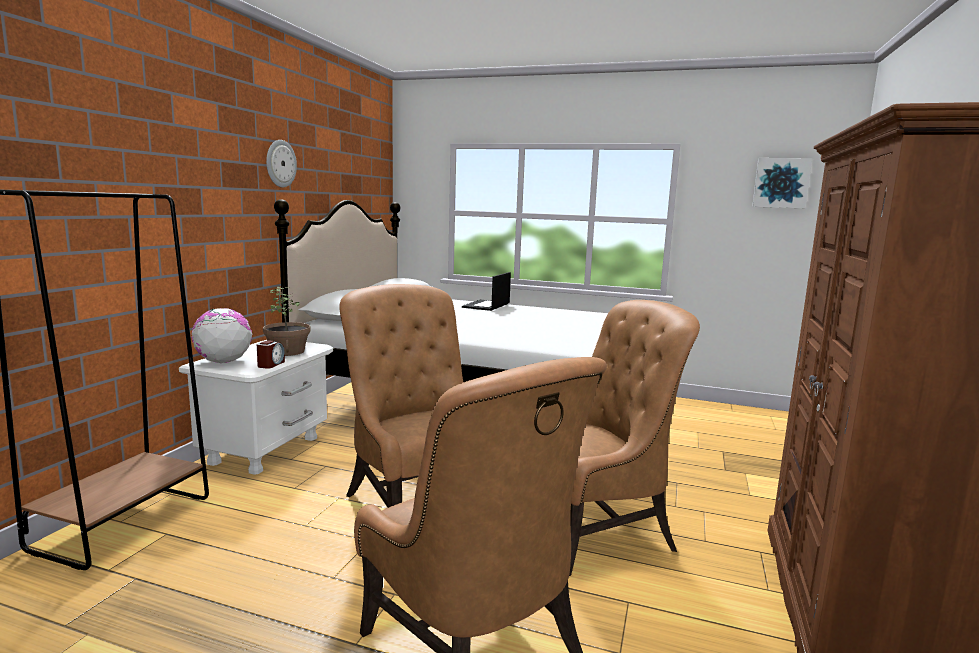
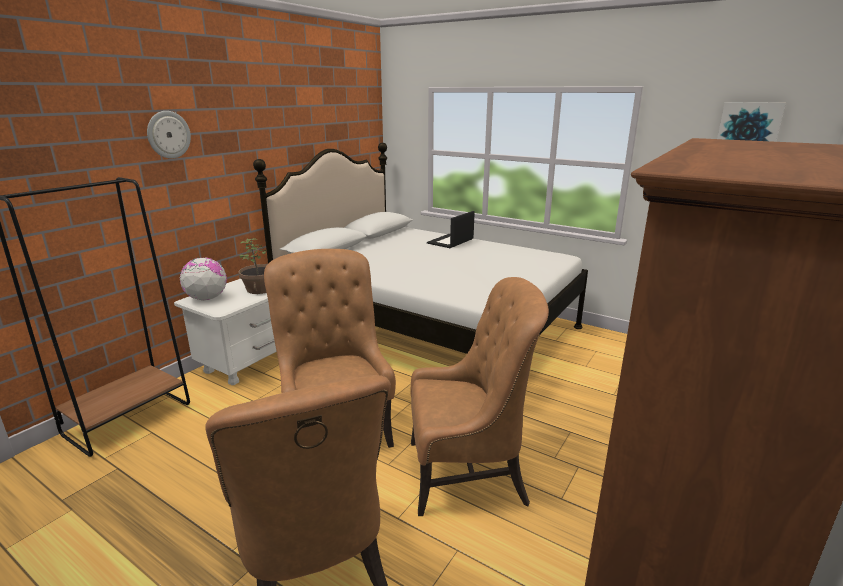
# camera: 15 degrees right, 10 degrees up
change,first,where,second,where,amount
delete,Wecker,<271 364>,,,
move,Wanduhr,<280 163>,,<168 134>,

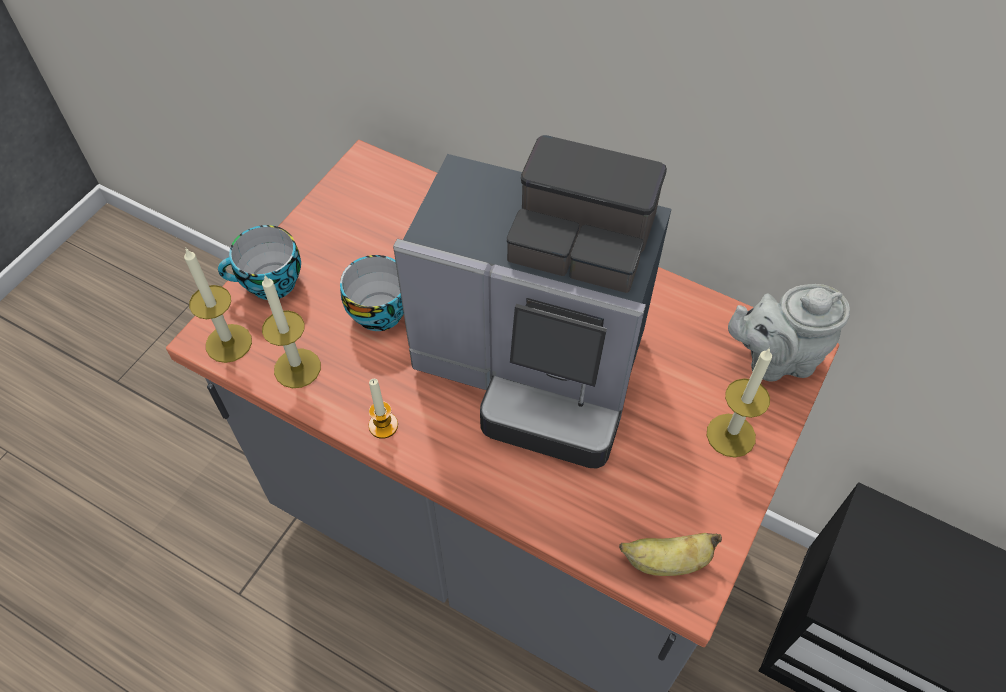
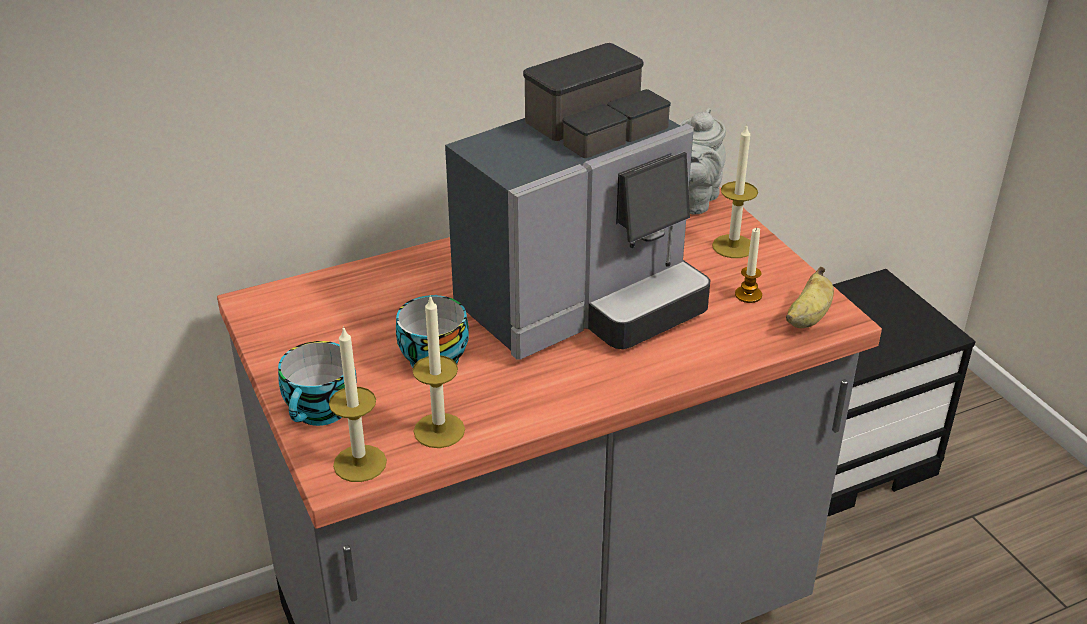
# camera: 55 degrees left, 20 degrees down
change,first,where,second,where,amount
move,Kerze,<383 425>,,<748 295>,

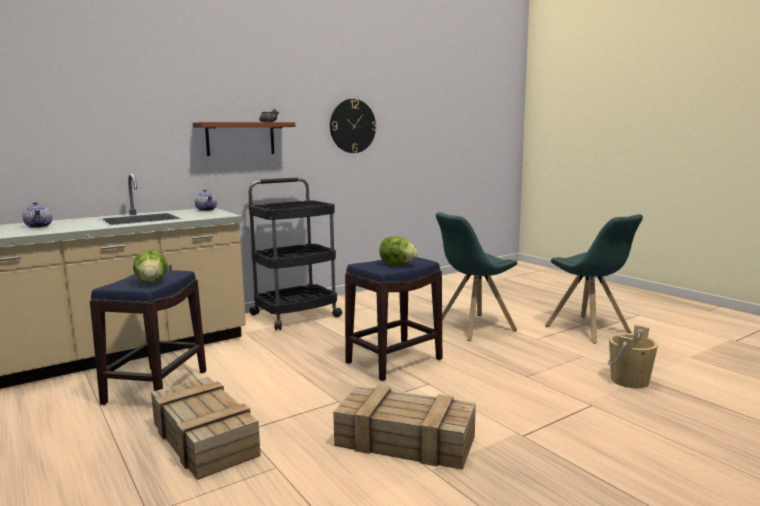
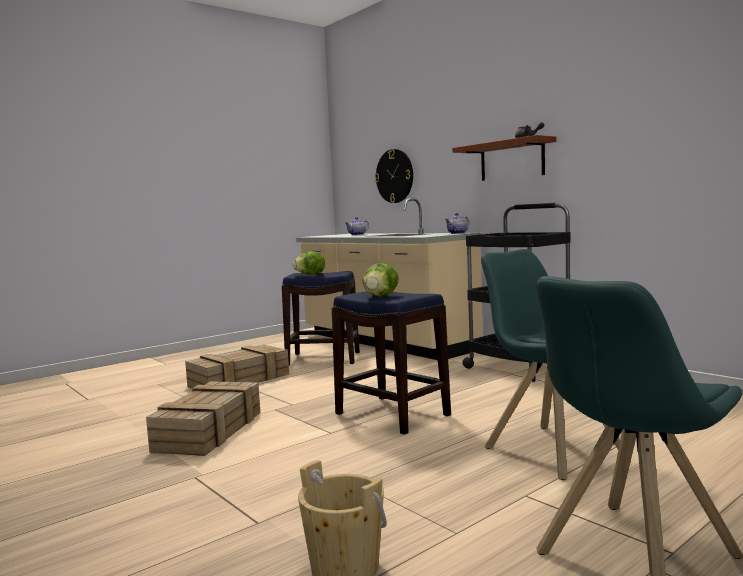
# camera: 85 degrees right, 5 degrees down
change,first,where,second,where,amount
move,Wanduhr,<352 126>,,<394 176>,

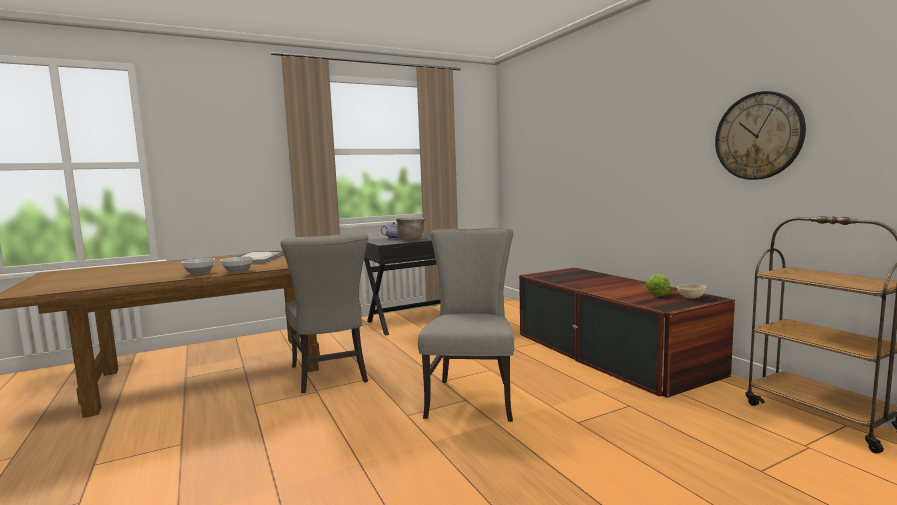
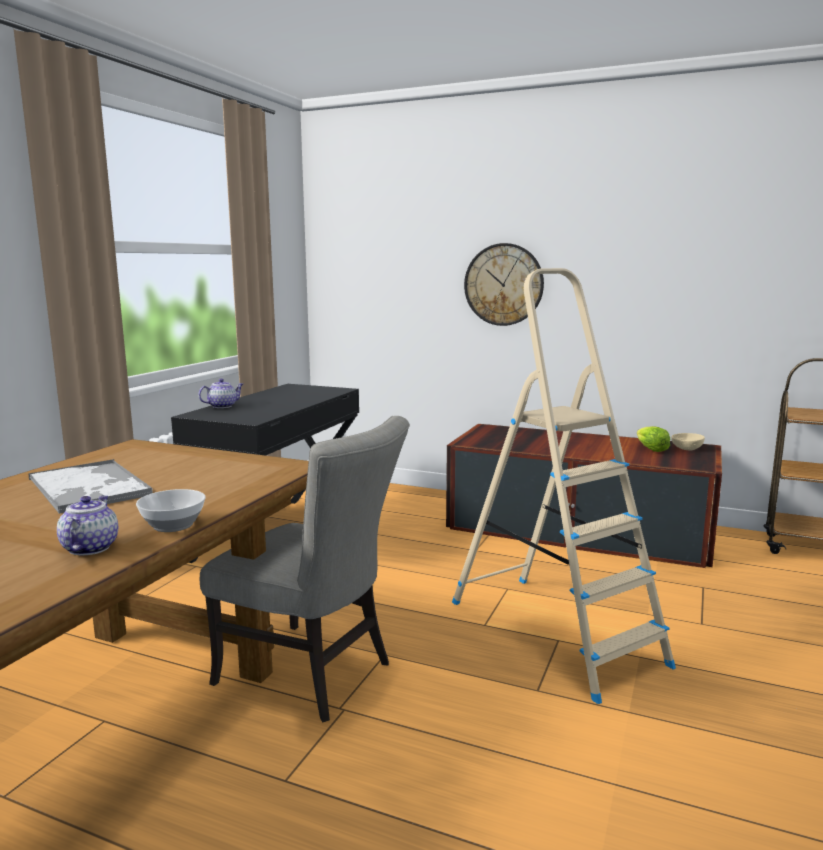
# camera: 40 degrees left, 5 degrees up
change,first,where,second,where,amount
replace,Schüssel,<200 273>,Teekanne,<90 547>,
delete,Kochtopf [braun],<411 239>,,,
replace,Stuhl [grau],<472 396>,Trittleiter [beige],<555 632>,
move,Wanduhr,<758 136>,,<503 284>,

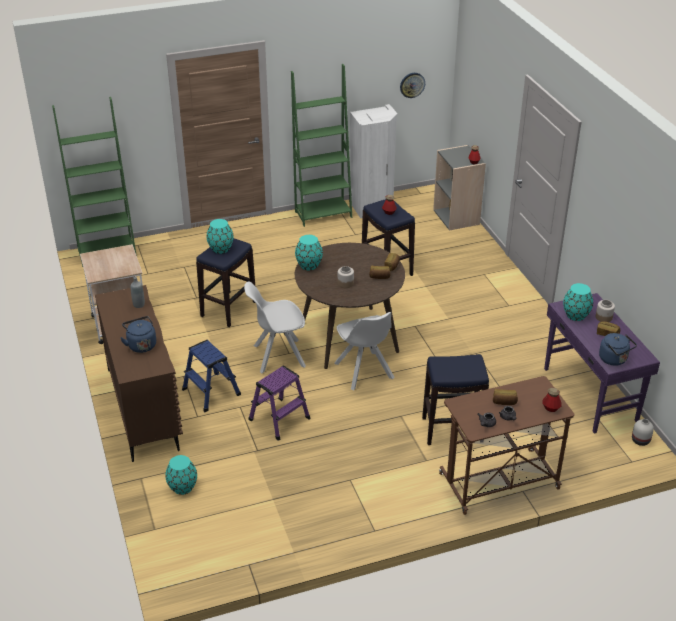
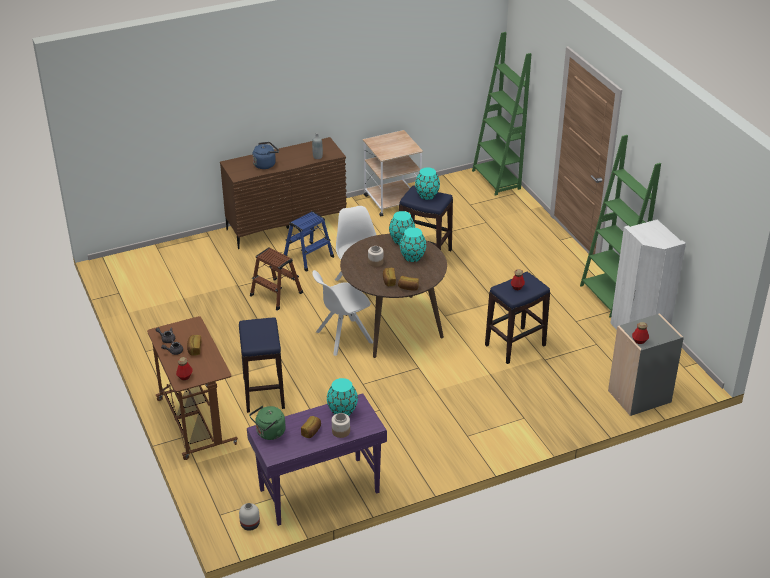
# camera: 85 degrees right, 0 degrees up
change,first,where,second,where,amount
move,Vase [türkis],<182 487>,,<412 257>,
recolor,Trittleiter [lila],<279 418>,Trittleiter [braun],<276 294>,
delete,Wanduhr,<412 85>,,,
recolor,Wasserkessel [blau],<614 359>,Wasserkessel [grün],<269 433>,

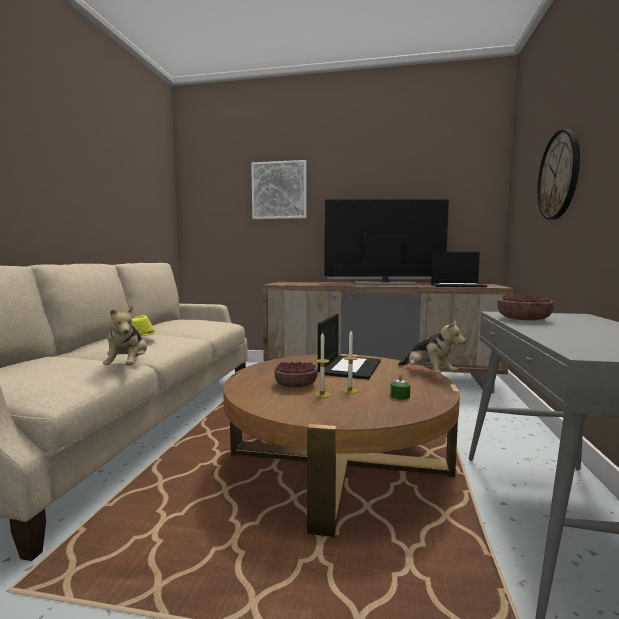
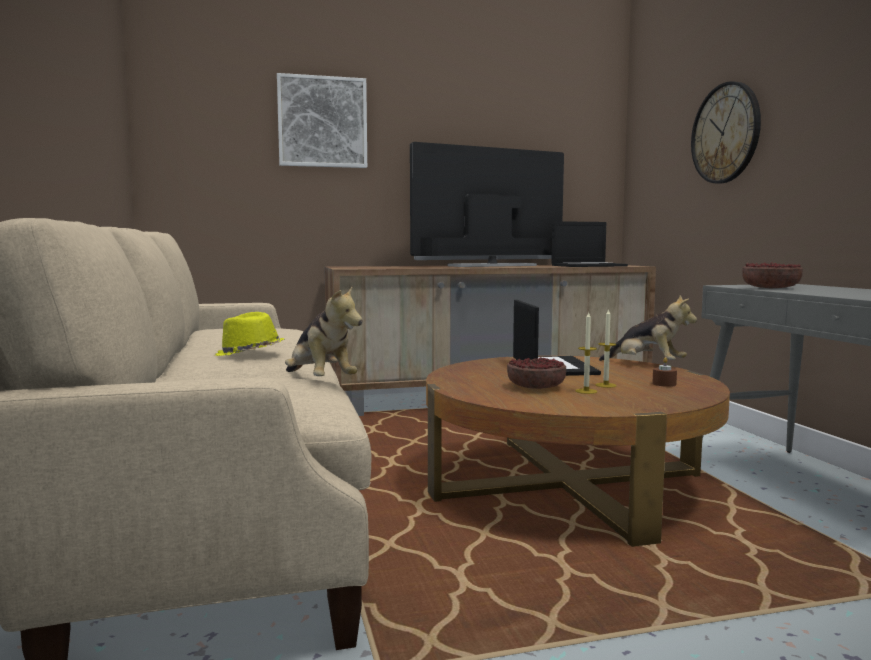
# camera: 25 degrees left, 0 degrees up
change,first,where,second,where,amount
recolor,Kerze [grün],<400 396>,Kerze [braun],<664 384>,

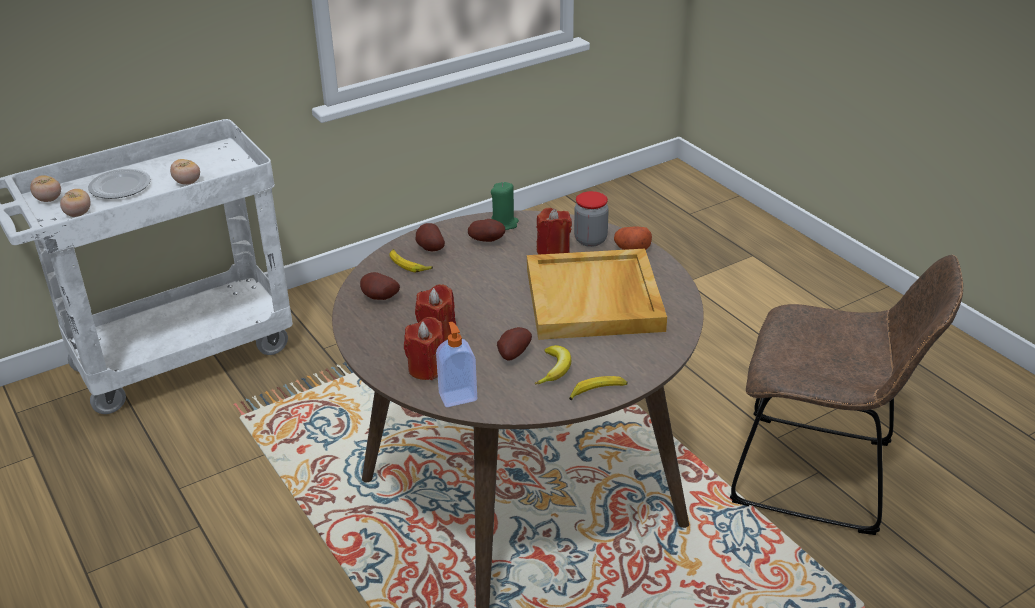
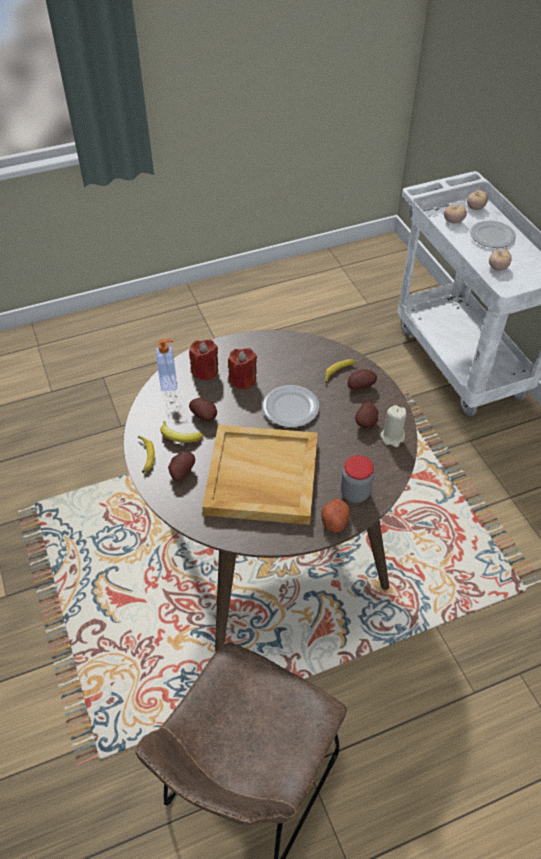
# camera: 100 degrees right, 15 degrees up
change,first,where,second,where,amount
move,Kartoffel,<379 298>,,<181 472>,
recolor,Kerze [grün],<504 224>,Kerze [beige],<392 437>,
delete,Kerze [rot],<553 251>,,,
insert,,,Teller,<290 409>,

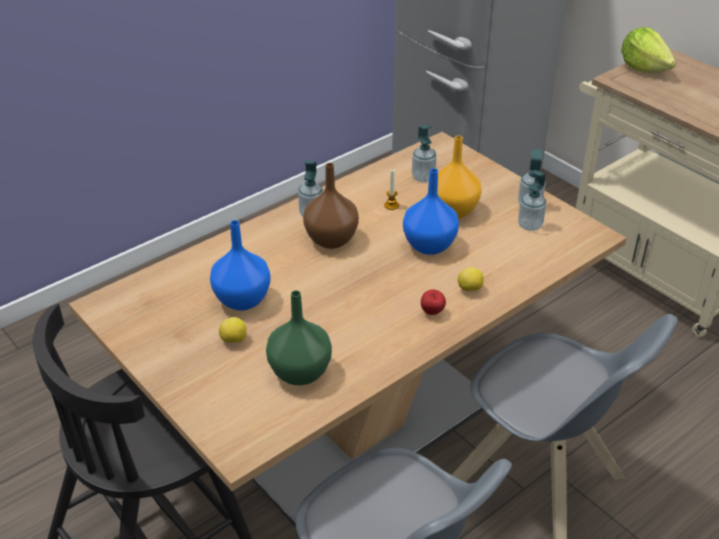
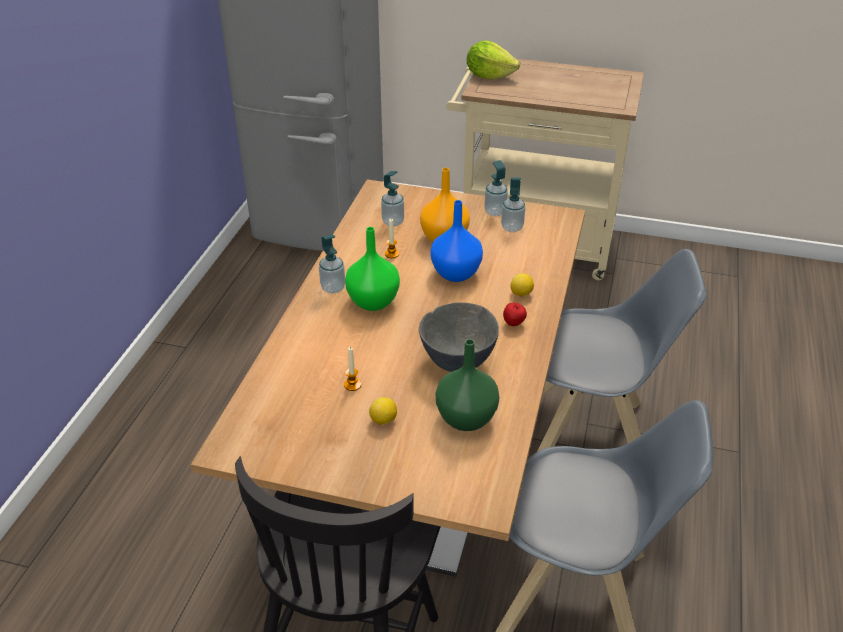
# camera: 35 degrees left, 0 degrees up
change,first,where,second,where,amount
replace,Vase [blau],<241 300>,Kerze,<352 385>,
recolor,Vase [braun],<331 240>,Vase [grün],<373 302>,
insert,,,Schüssel [grau],<457 362>,

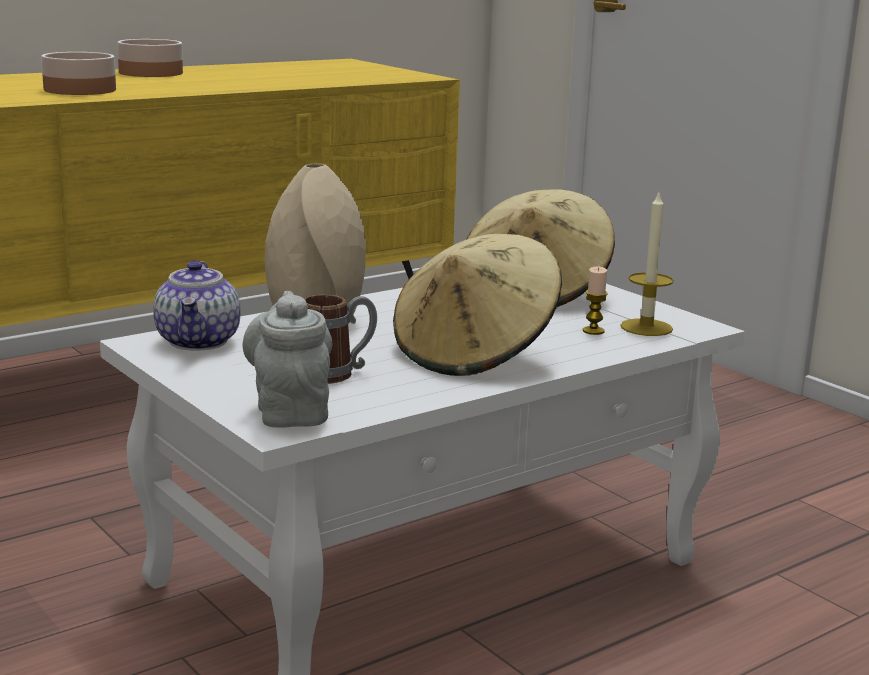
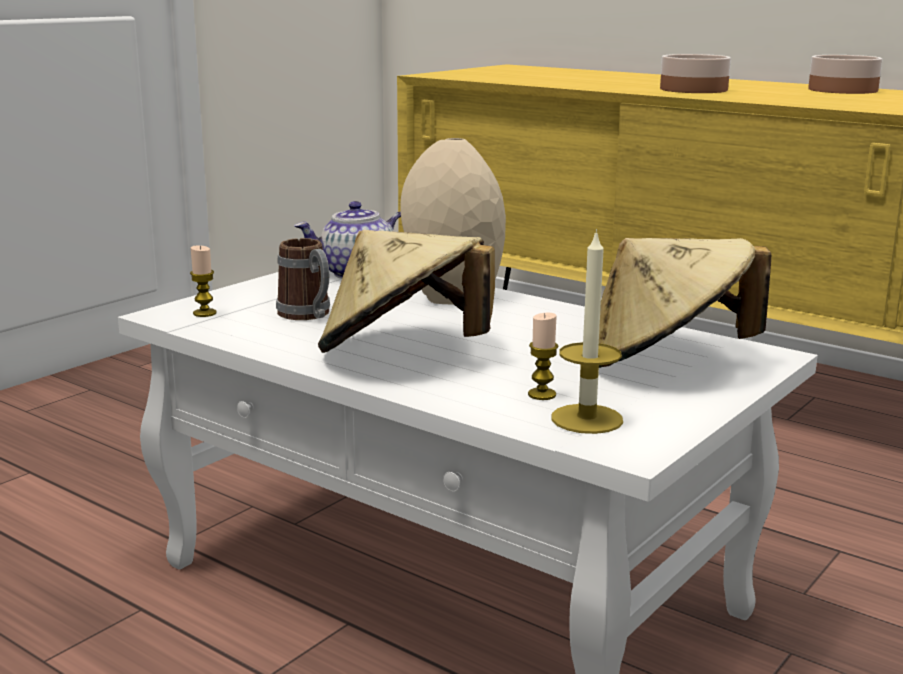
# camera: 75 degrees right, 0 degrees up
change,first,where,second,where,amount
replace,Teekanne [grau],<290 411>,Kerze,<204 313>,

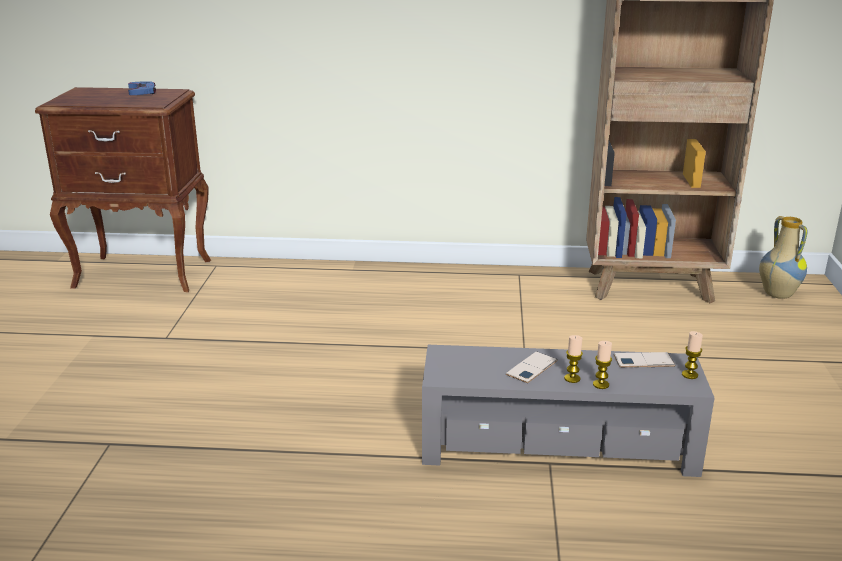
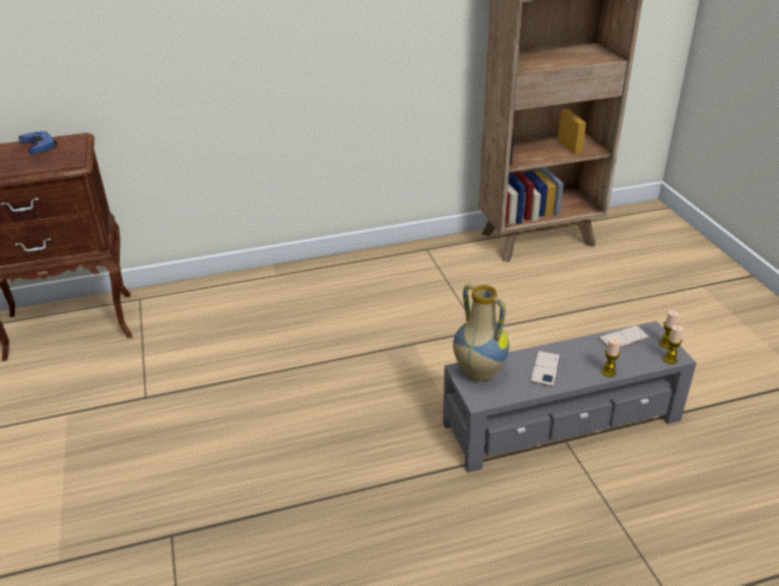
# camera: 20 degrees left, 10 degrees up
change,first,where,second,where,amount
move,Kerze,<572 378>,,<670 359>,
move,Vase,<776 294>,,<477 373>,

